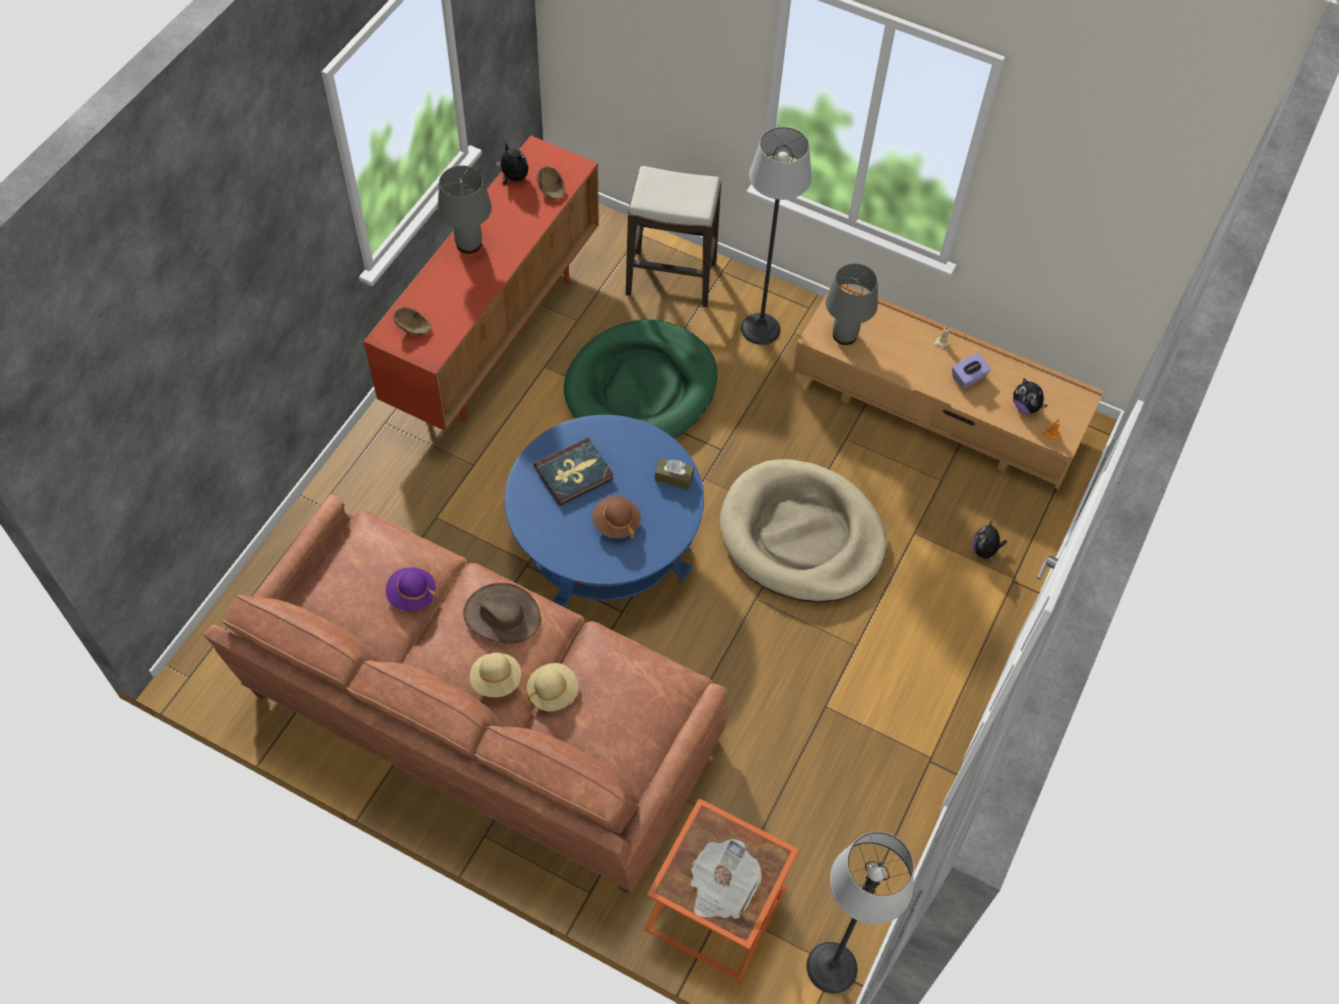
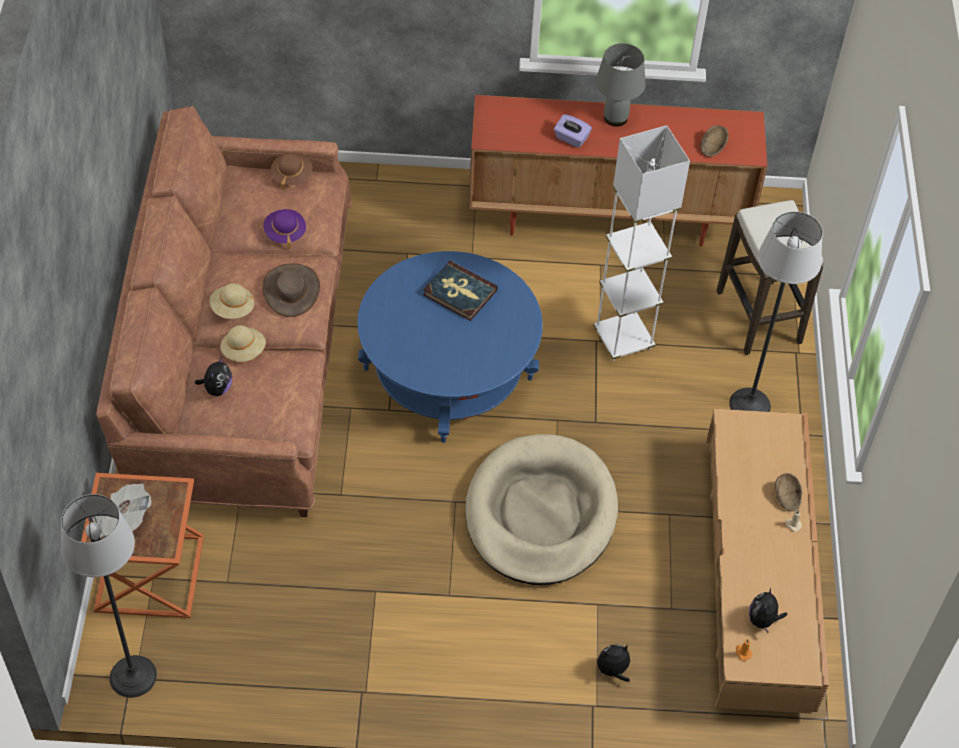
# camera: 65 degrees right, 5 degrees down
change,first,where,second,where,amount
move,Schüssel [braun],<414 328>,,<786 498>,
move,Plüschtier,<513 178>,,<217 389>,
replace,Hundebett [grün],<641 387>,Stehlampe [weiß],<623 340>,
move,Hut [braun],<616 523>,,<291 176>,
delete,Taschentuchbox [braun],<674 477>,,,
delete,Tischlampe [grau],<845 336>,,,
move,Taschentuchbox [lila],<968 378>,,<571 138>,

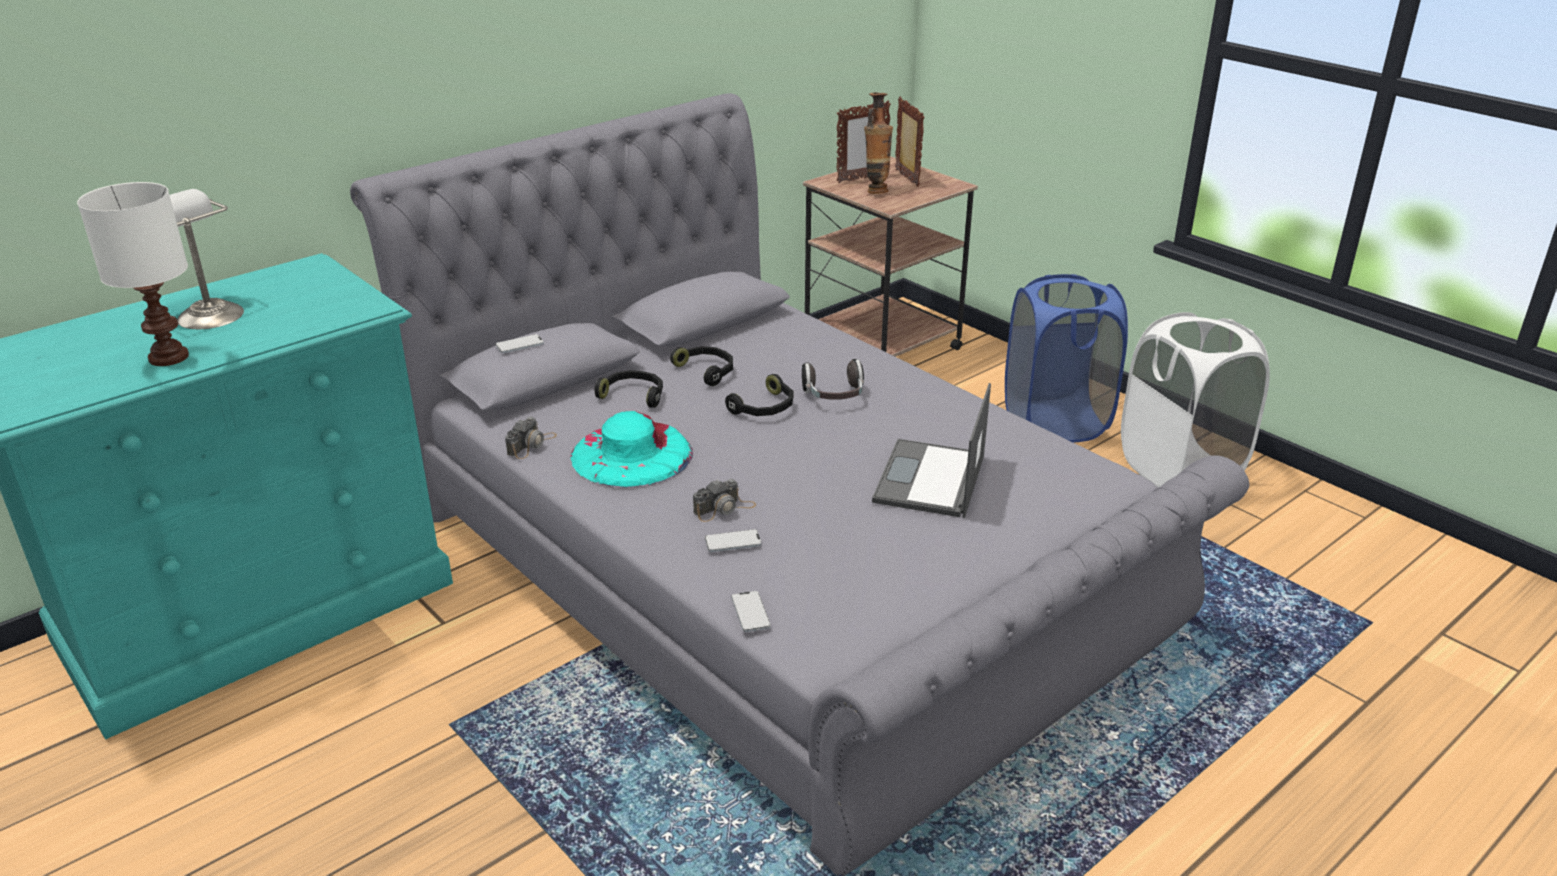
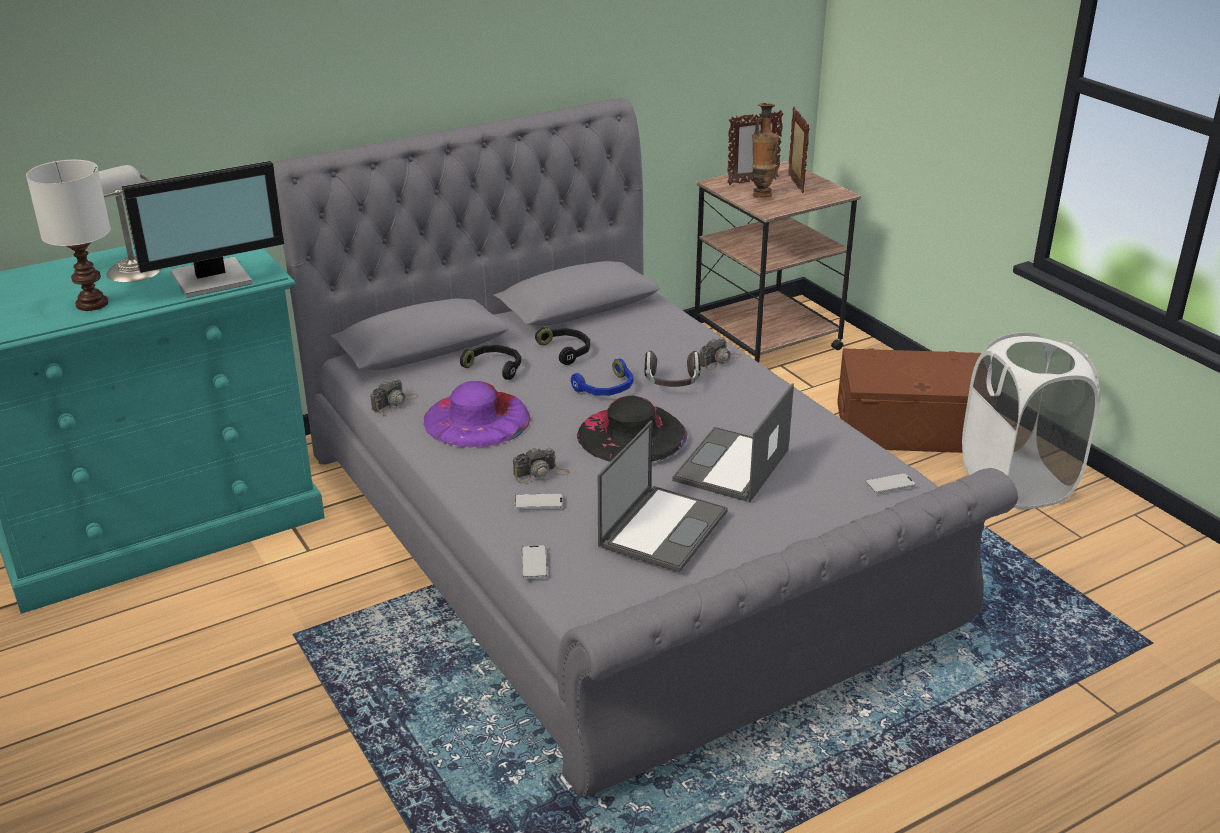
# camera: 10 degrees right, 0 degrees up
change,first,where,second,where,amount
move,Handy,<519 345>,,<890 484>,
recolor,Hut [türkis],<632 454>,Hut [lila],<477 419>,
recolor,Kopfhörer [schwarz],<765 408>,Kopfhörer [blau],<606 389>,
replace,Wäschekorb [blau],<1055 422>,Aufbewahrungsbox [braun],<909 427>,
insert,,,Monitor,<213 279>,
insert,,,Hut [schwarz],<632 434>,
insert,,,Laptop,<663 527>,
insert,,,Kamera,<719 360>,

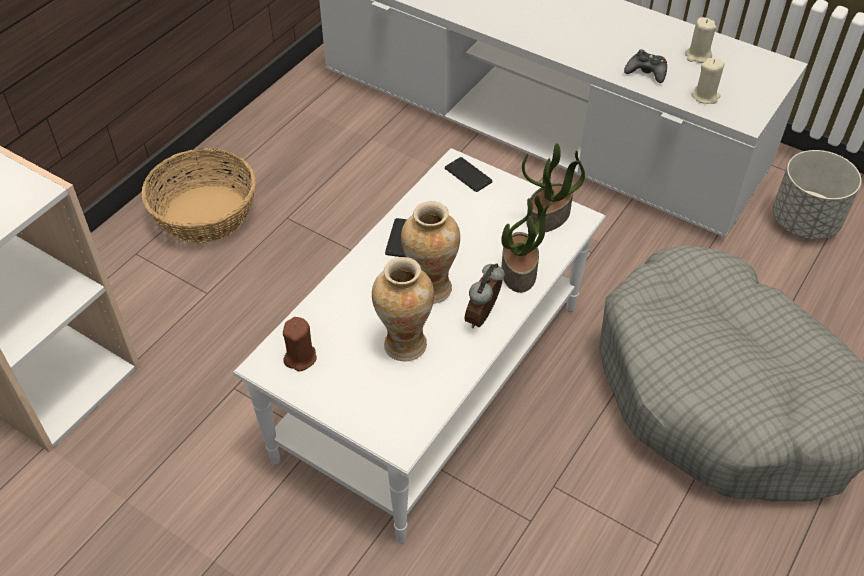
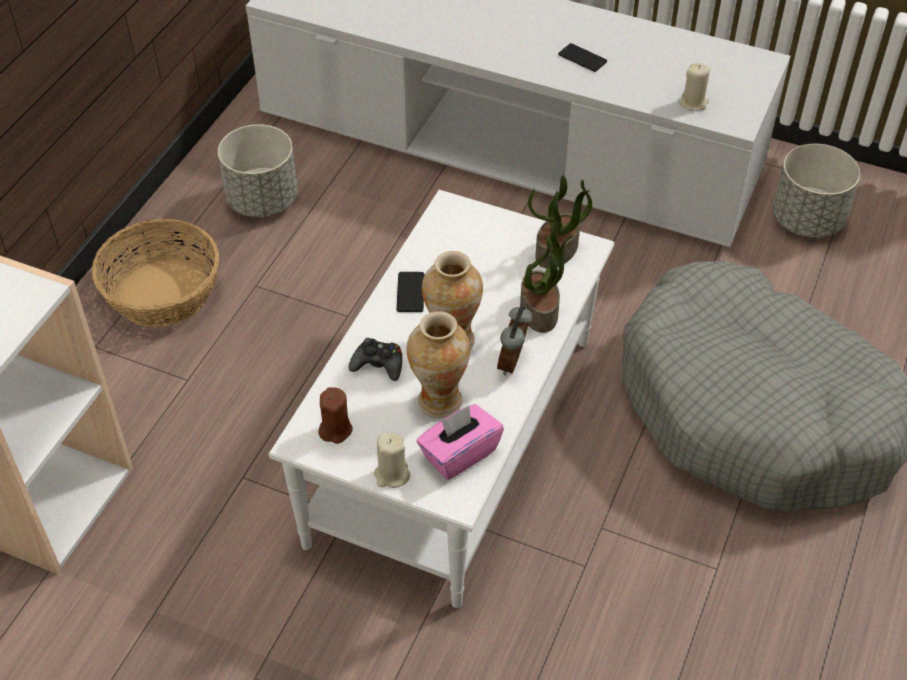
# camera: 10 degrees left, 0 degrees up
change,first,where,second,where,amount
move,Handy,<468 175>,,<582 58>,
move,Gamepad [schwarz],<646 72>,,<378 364>,
move,Kerze [beige],<697 56>,,<391 475>,
insert,,,Pflanzkübel [grau],<263 200>,
insert,,,Taschentuchbox [rosa],<459 454>,

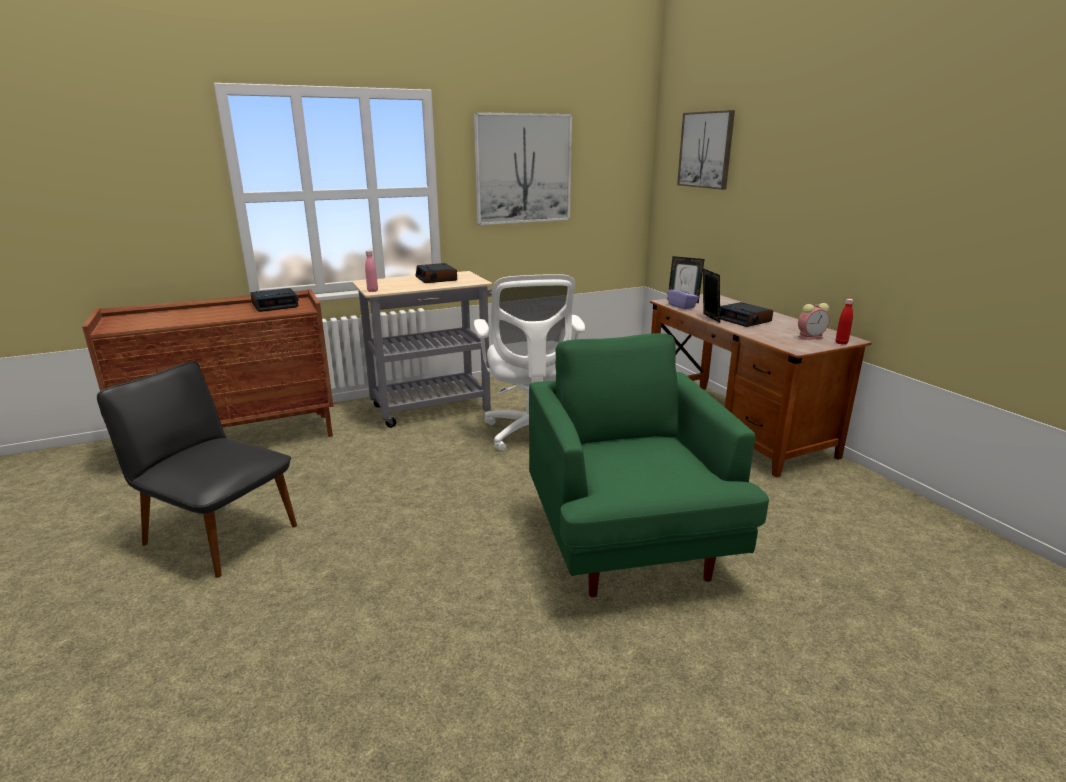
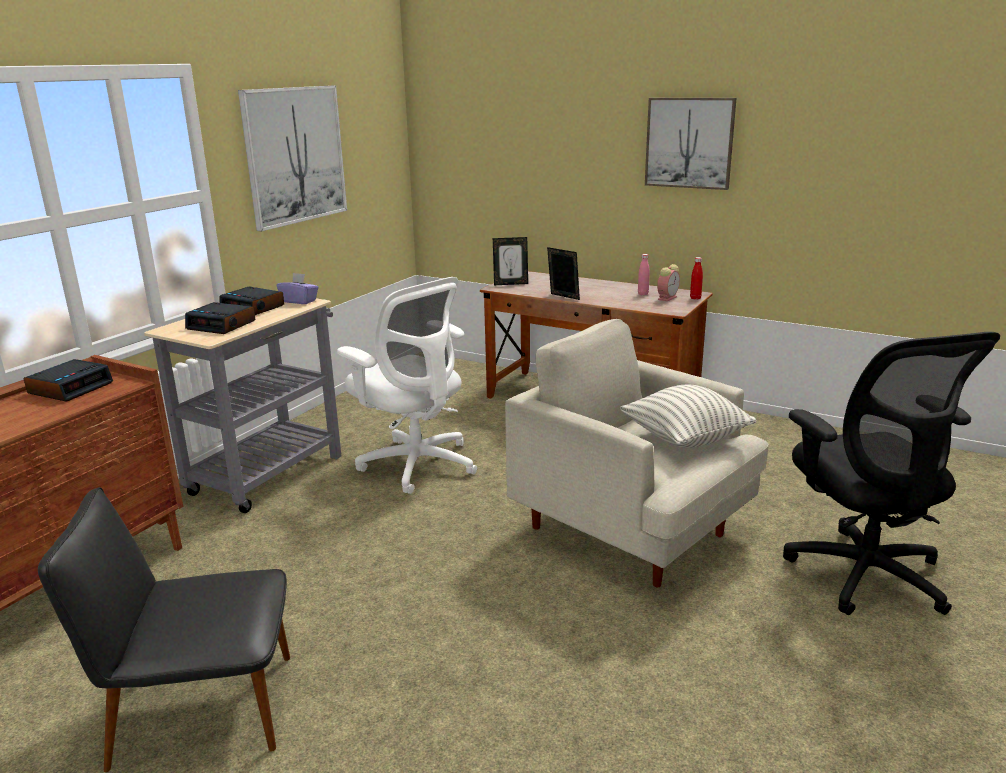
# camera: 35 degrees left, 0 degrees up
change,first,where,second,where,amount
move,Flasche [rosa],<372 291>,,<643 294>,
recolor,Sessel [grün],<628 544>,Sessel [beige],<633 533>,
move,Taschentuchbox [lila],<682 306>,,<299 301>,
move,Bild,<706 150>,,<689 143>,
move,Wecker,<745 320>,,<222 325>,
insert,,,Kissen,<684 439>,
insert,,,Bürostuhl [schwarz],<858 570>,

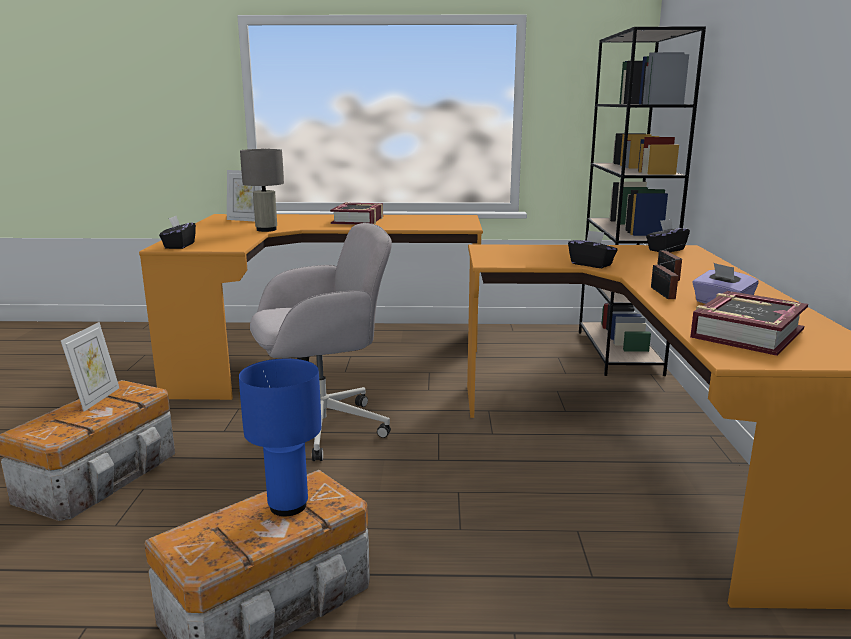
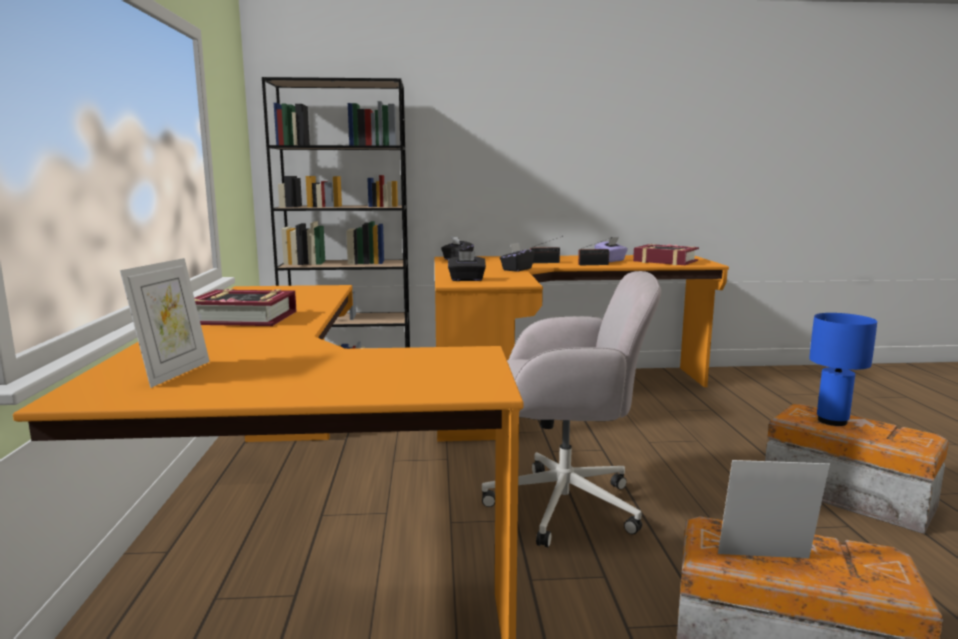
# camera: 95 degrees left, 5 degrees down
change,first,where,second,where,amount
move,Taschentuchbox [schwarz],<179 246>,,<466 279>,
delete,Tischlampe [grau],<266 230>,,,
rotate,Bürostuhl [grau],<324 428>,,<566 506>,120 degrees clockwise

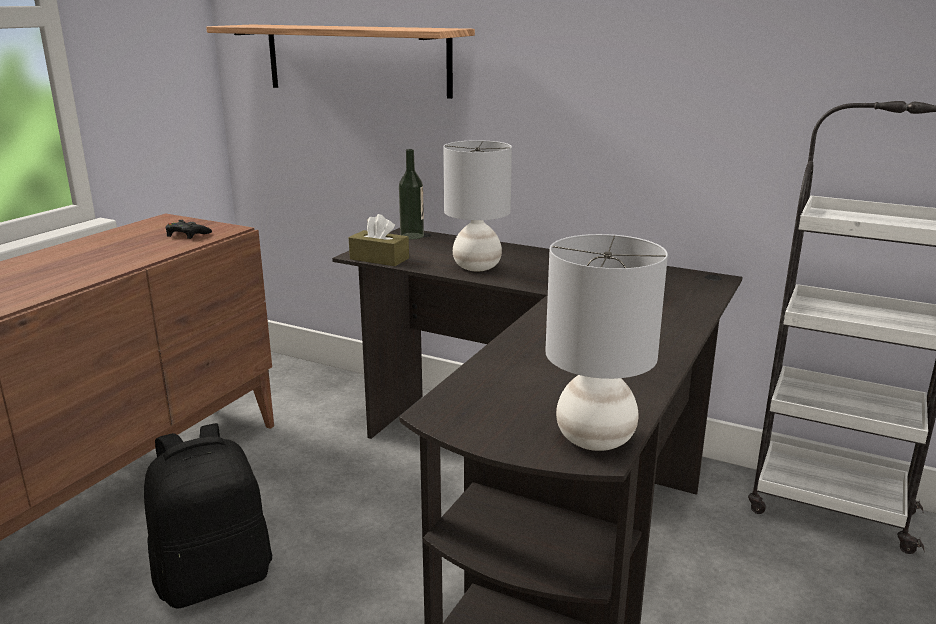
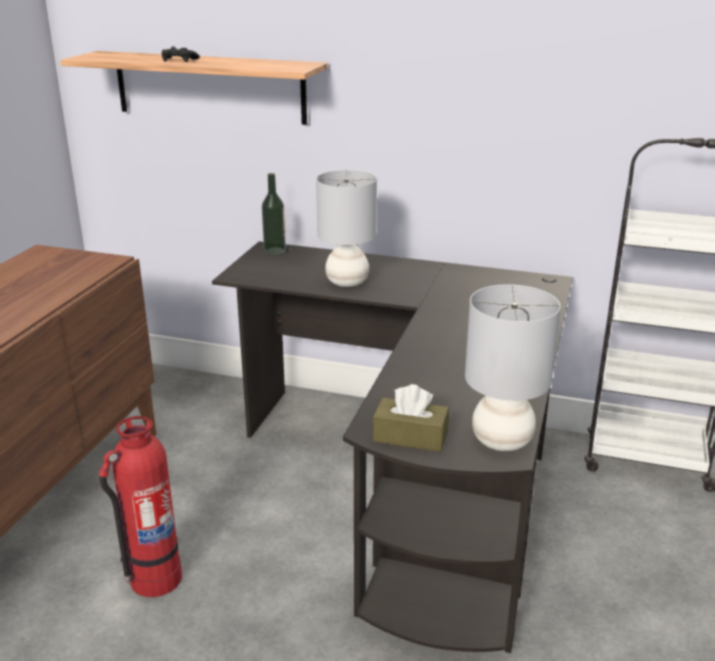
# camera: 10 degrees left, 5 degrees up
change,first,where,second,where,amount
replace,Rucksack [schwarz],<215 577>,Feuerlöscher,<154 579>,
move,Gamepad [schwarz],<187 235>,,<179 60>,
move,Taschentuchbox [braun],<379 259>,,<410 437>,

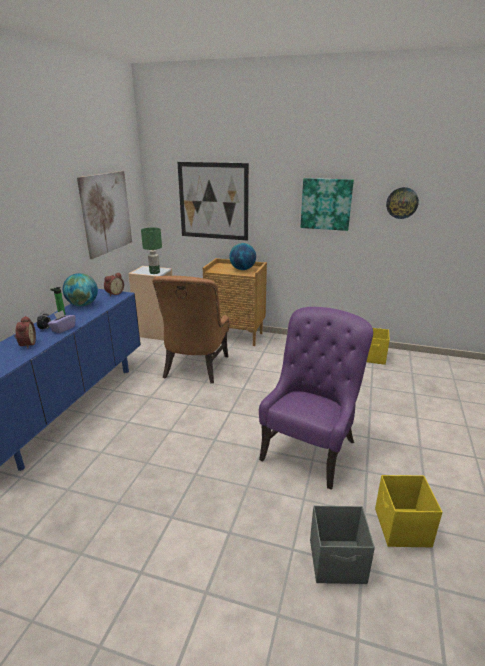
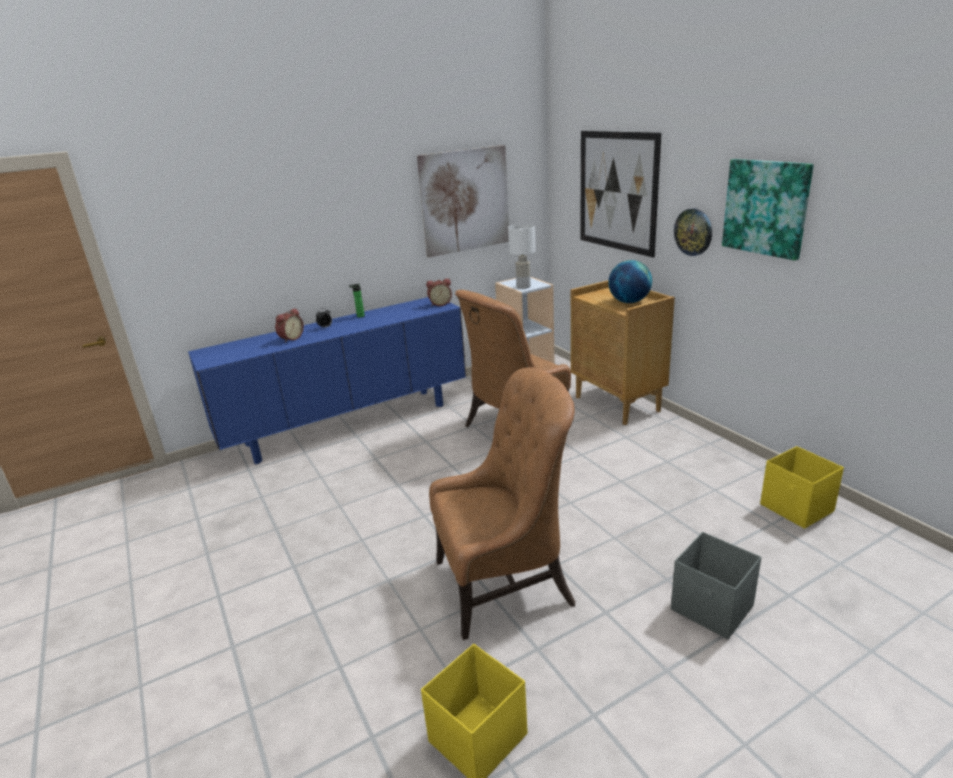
# camera: 45 degrees right, 0 degrees up
change,first,where,second,where,amount
delete,Taschentuchbox [lila],<63 329>,,,
delete,Globus,<83 305>,,,
recolor,Tischlampe [grün],<155 272>,Tischlampe [weiß],<523 287>,
recolor,Stuhl [lila],<309 450>,Stuhl [braun],<505 582>,
move,Aufbewahrungsbox [grau],<338 562>,,<712 609>,
move,Wanduhr,<402 203>,,<693 232>,

